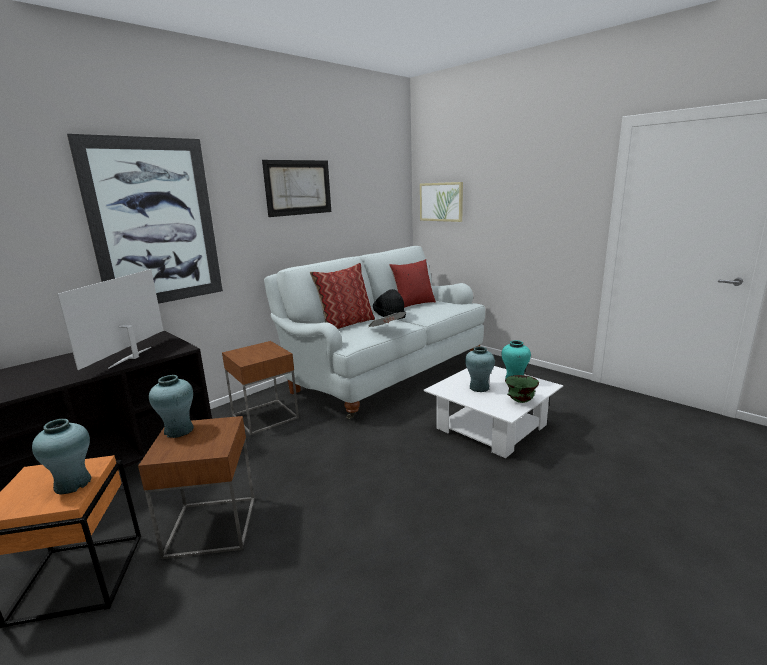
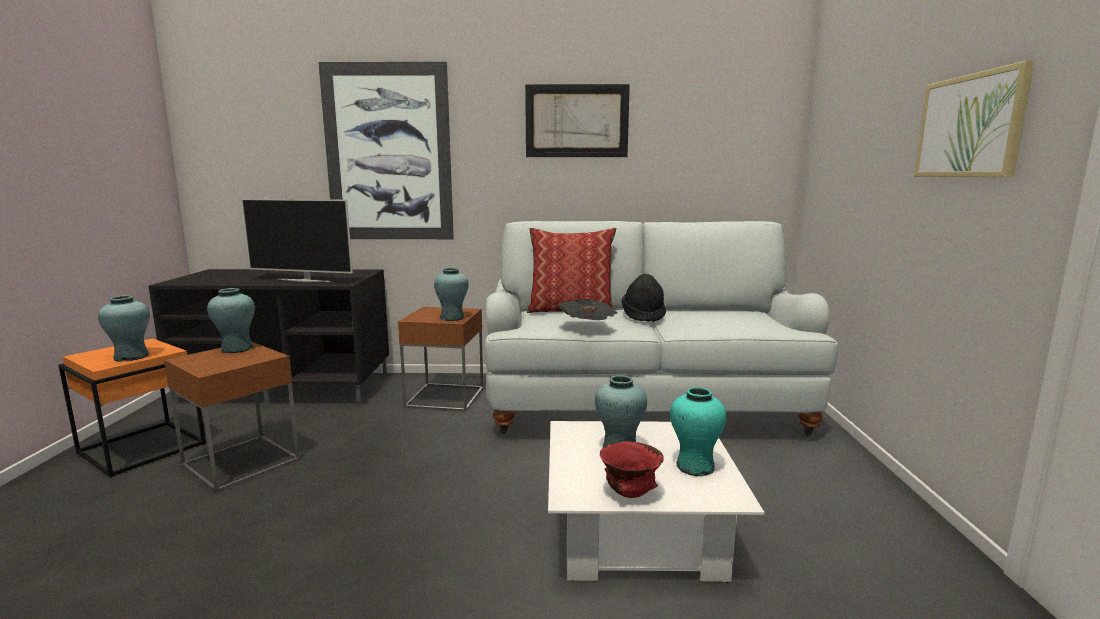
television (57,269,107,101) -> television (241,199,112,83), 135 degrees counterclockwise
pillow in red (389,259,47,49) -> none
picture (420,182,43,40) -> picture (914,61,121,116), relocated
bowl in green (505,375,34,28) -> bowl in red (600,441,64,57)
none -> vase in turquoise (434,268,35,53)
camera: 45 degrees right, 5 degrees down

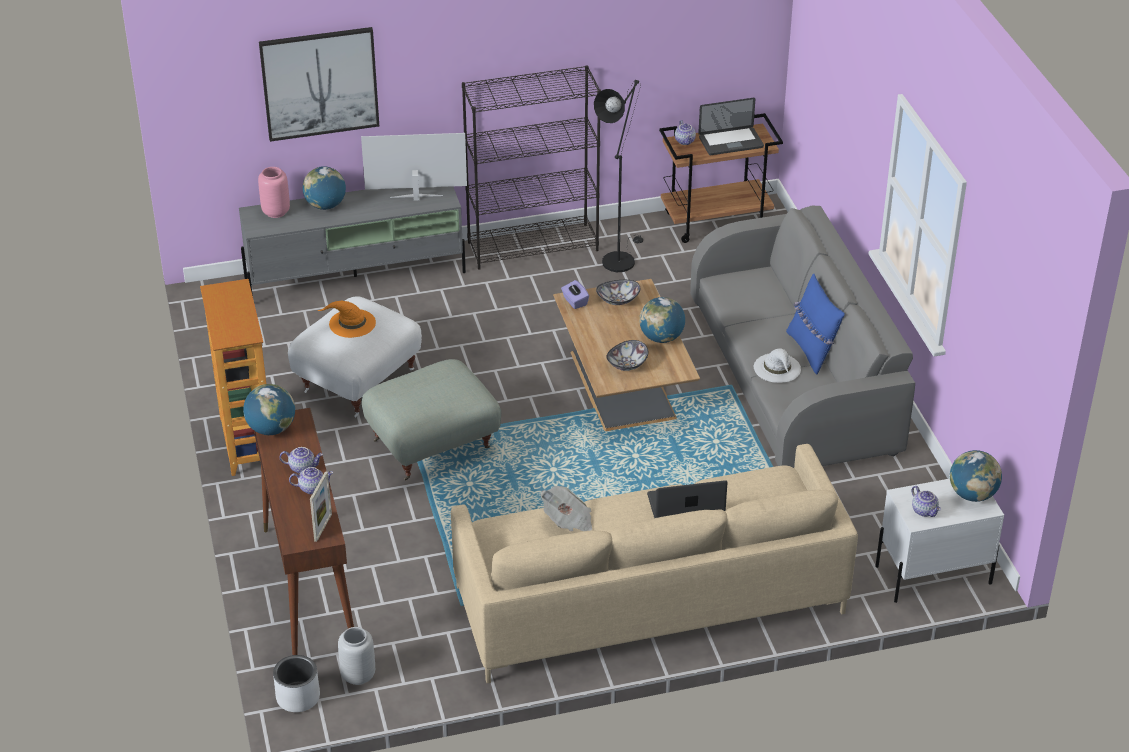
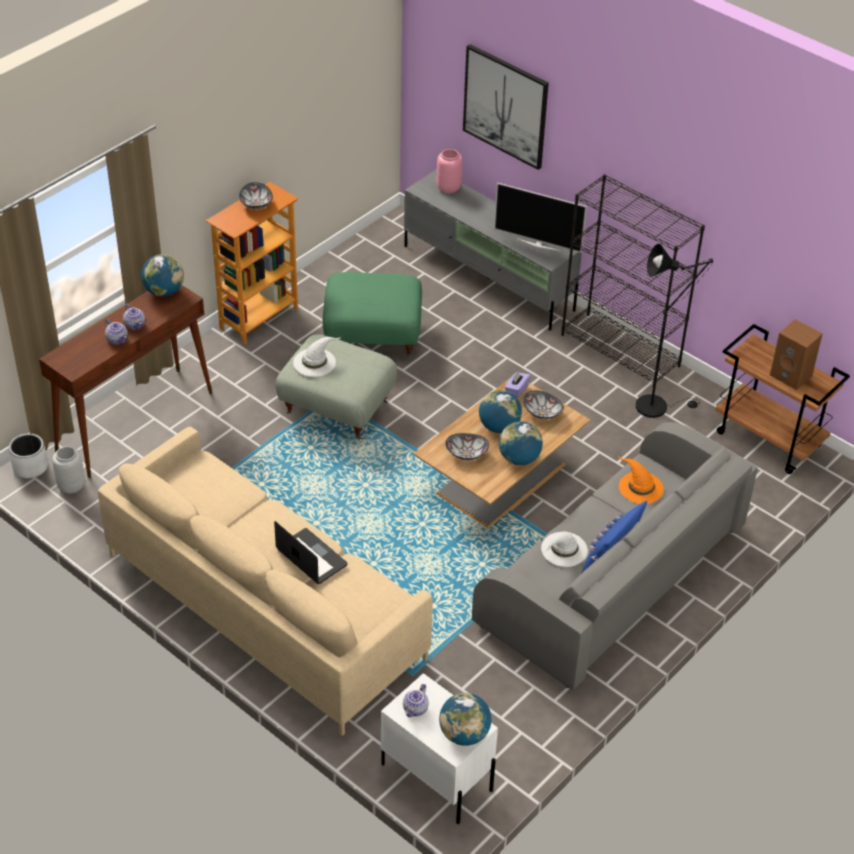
ottoman in white (288,296,134,121) -> ottoman in green (322,272,100,86)
globe (302,166,44,44) -> globe (479,390,43,43), relocated
picture frame (310,471,22,71) -> none
hat in orange (317,301,59,37) -> hat in orange (619,457,45,47), relocated
television (361,133,106,68) -> television (494,183,93,70), 150 degrees clockwise
newspaper (541,486,51,46) -> none
teapot (675,120,21,25) -> none
laptop (698,98,66,57) -> speaker in brown (770,319,53,71)
none -> bowl (239,182,34,28)
none -> hat in white (293,337,48,40)
camera: 55 degrees right, 5 degrees up

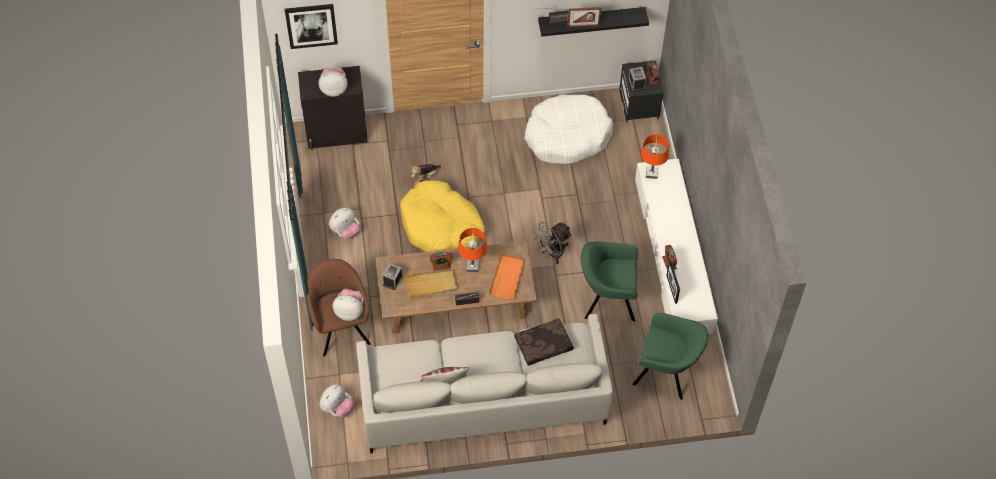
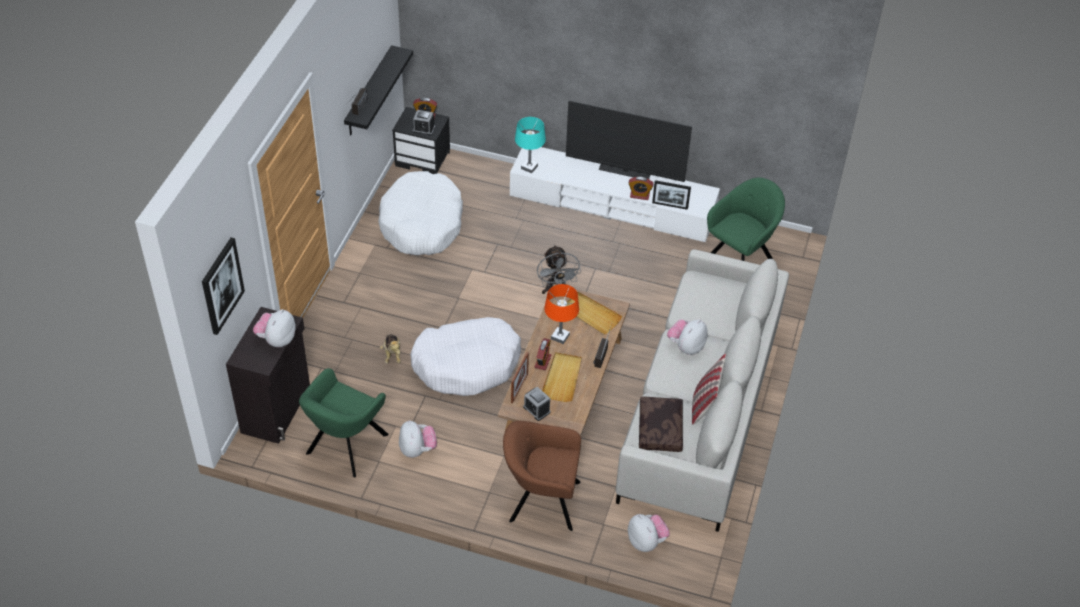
plush toy (333,289,30,32) -> plush toy (667,319,41,36), relocated
dog bed in yellow (400,181,85,71) -> dog bed in white (410,317,111,79)
tray in orange (489,254,35,46) -> tray in beige (566,292,57,43)
pillow in brown (514,318,60,48) -> pillow in brown (639,397,44,55), relocated
picture frame (567,7,35,20) -> picture frame (511,352,18,51), relocated
armchair in green (581,242,57,79) -> armchair in green (299,368,90,109), relocated
table lamp in orange (641,134,28,45) -> table lamp in turquoise (515,117,31,56)
none -> television (566,101,126,81)
camera: 65 degrees left, 10 degrees down

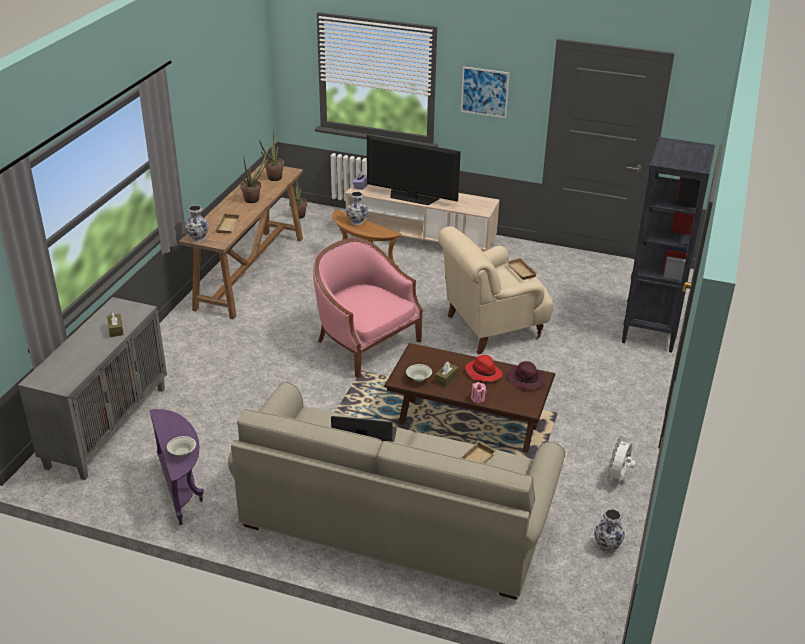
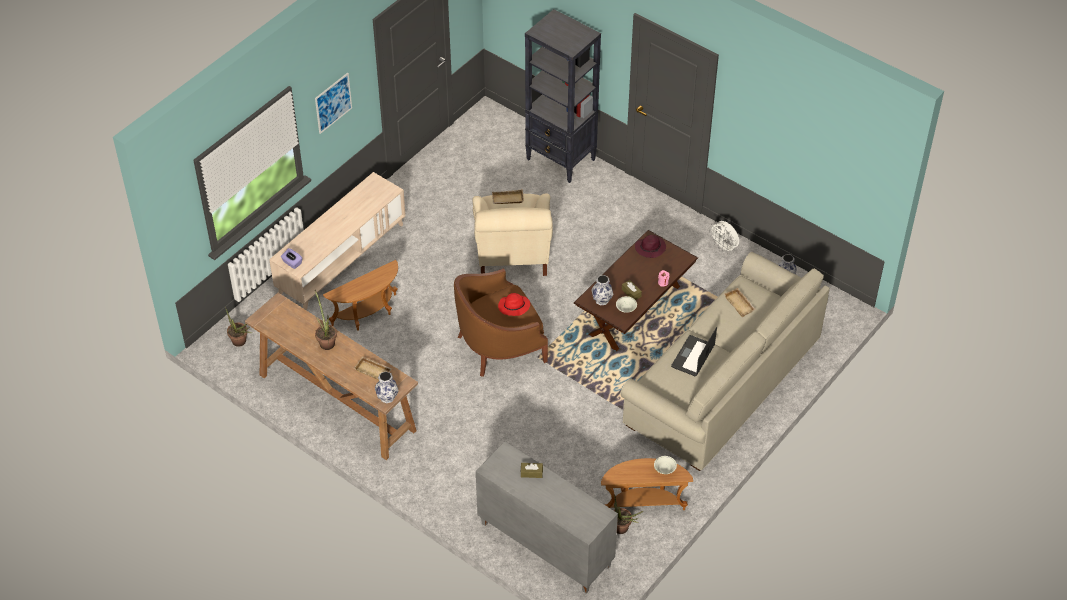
side table in purple (149,409,55,116) -> side table in brown (601,458,92,52)
potted plant (259,131,25,50) -> potted plant (614,496,29,38), relocated
armchair in pink (313,238,109,140) -> armchair in brown (454,268,94,109)
vase (346,192,22,33) -> vase (592,275,21,31), relocated
television (367,135,94,70) -> none
hat in red (465,355,37,27) -> hat in red (498,293,32,23), relocated
camera: 70 degrees left, 15 degrees up

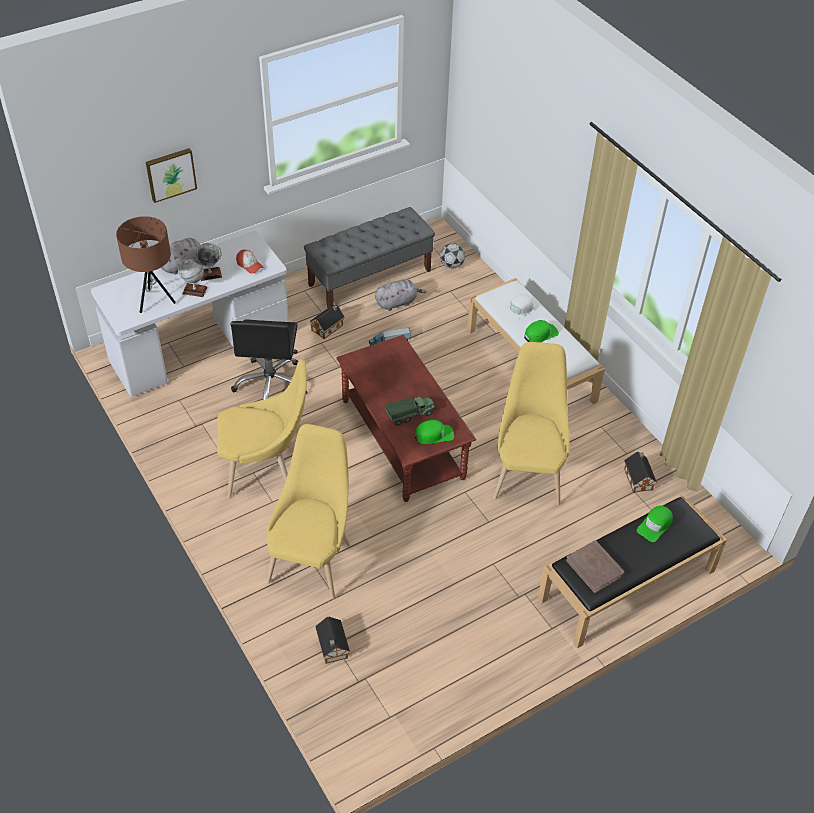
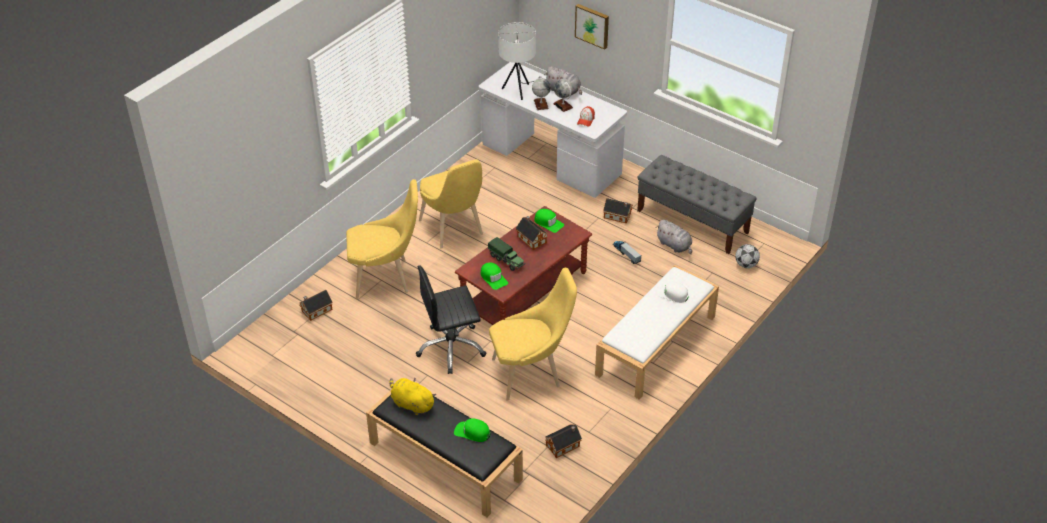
table lamp in brown (116,216,60,97) -> table lamp in white (498,22,38,78)
office chair in black (231,319,76,81) -> office chair in black (416,265,70,109), relocated
cap in green (524,320,35,22) -> cap in green (534,209,30,24), relocated
book in brown (566,540,59,53) -> plush toy in yellow (390,377,46,38)
none -> toy house (516,216,32,34)
camera: 70 degrees right, 5 degrees down

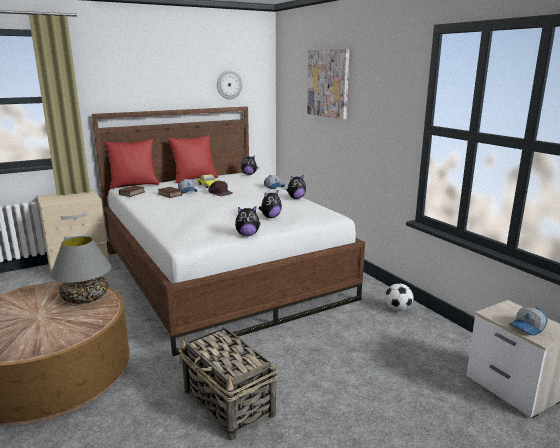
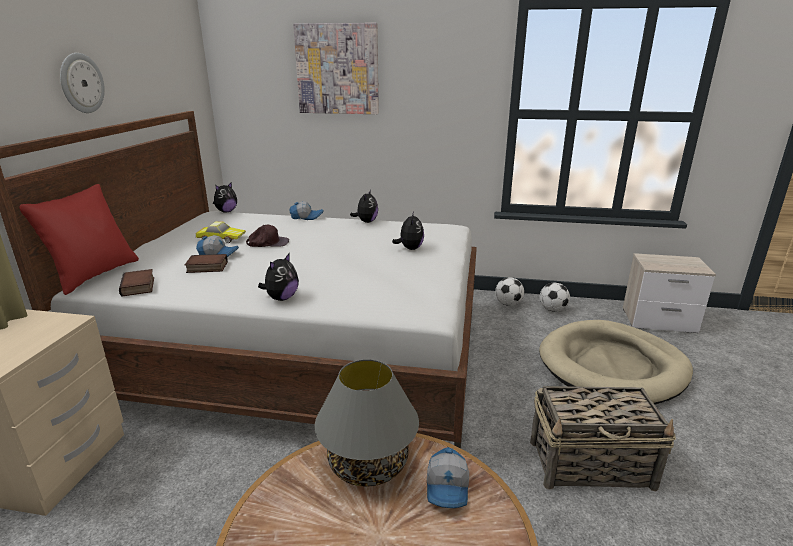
pillow in red (168,135,50,48) -> none
wall clock (217,70,26,29) -> wall clock (60,53,45,60), relocated
plush toy (235,206,26,30) -> plush toy (258,253,41,48), relocated
cap (509,307,39,29) -> cap (427,447,42,61), relocated
none -> dog bed in beige (539,320,154,85)
none -> football (540,283,30,29)
camera: 50 degrees left, 5 degrees up

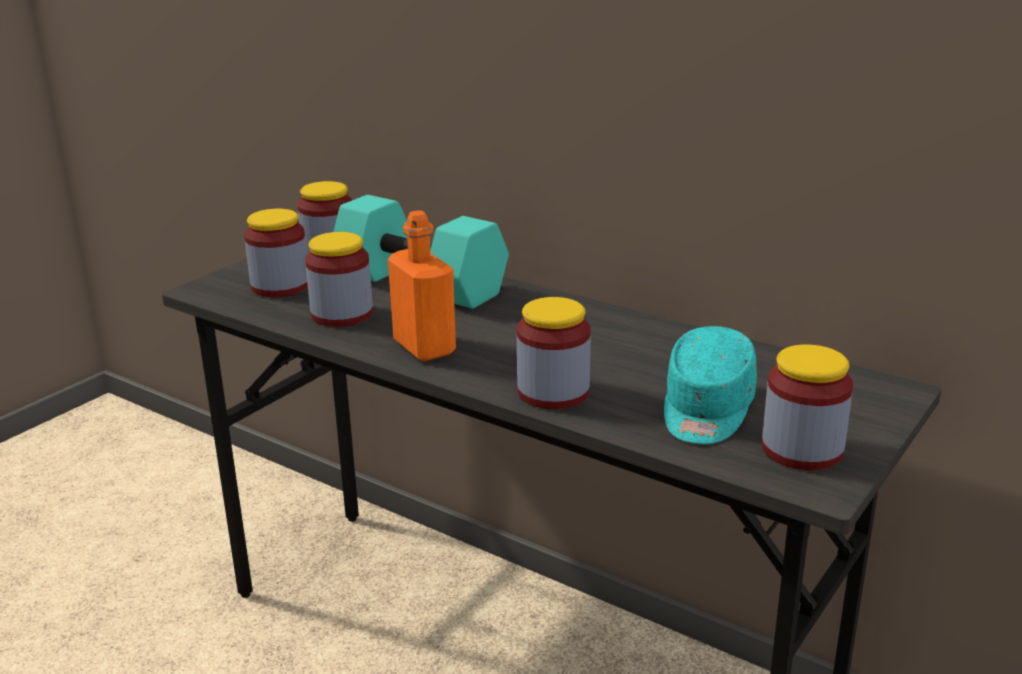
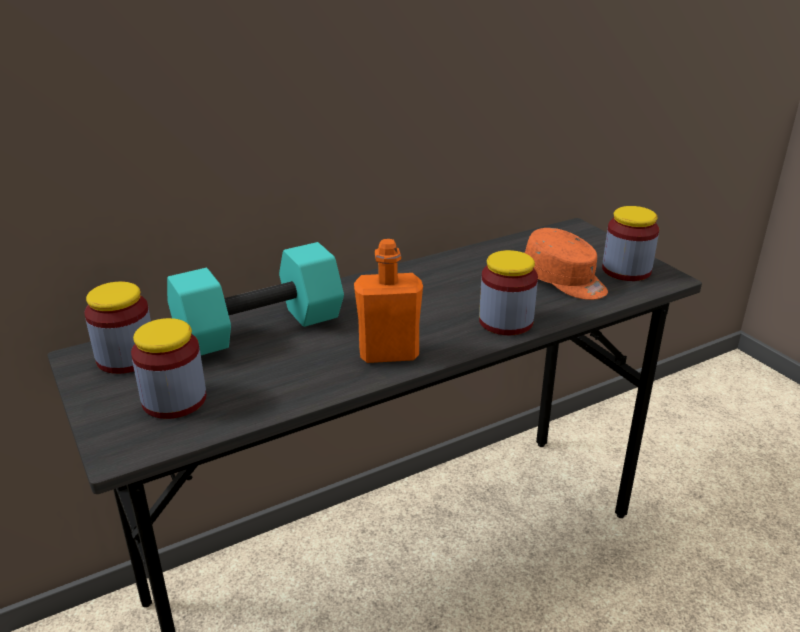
jar (305,232,68,95) -> none
cap in turquoise (664,326,93,118) -> cap in orange (525,228,83,72)
camera: 65 degrees left, 5 degrees up

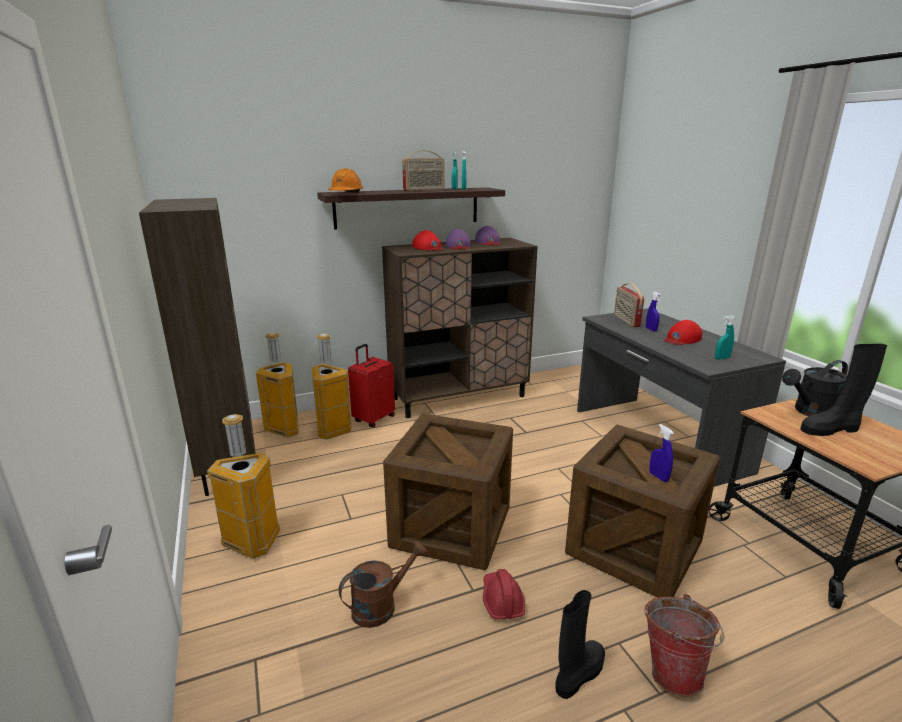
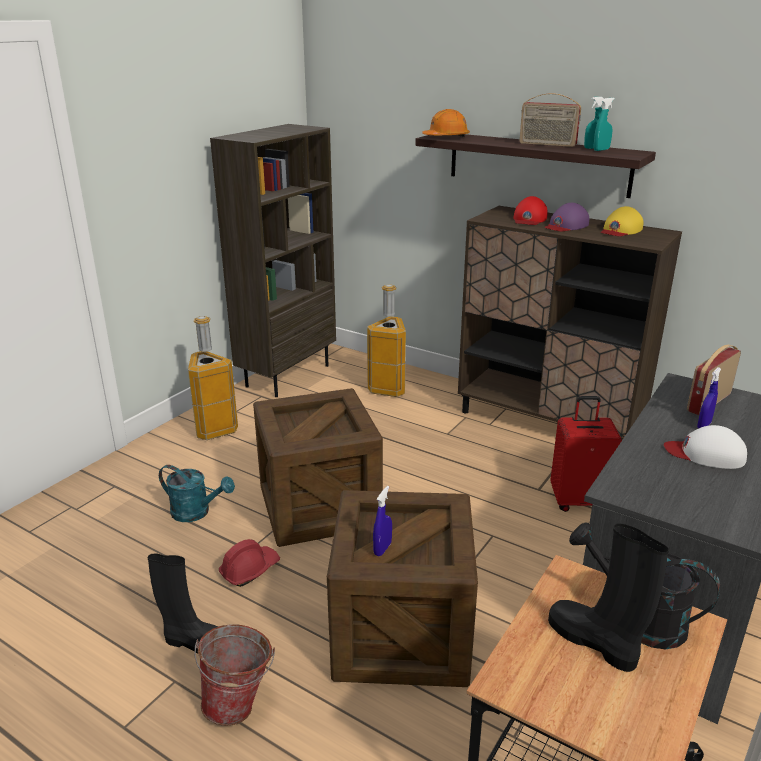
trash can (256,332,43,105) -> none
watering can in brown (338,541,90,87) -> watering can in turquoise (159,465,76,57)
suitcase in red (348,344,47,84) -> suitcase in red (550,396,72,116), relocated
cap in purple (475,226,25,19) -> cap in yellow (601,206,43,30)
cap in red (664,320,38,25) -> cap in white (664,425,83,44)
spray bottle in turquoise (715,316,21,44) -> none
camera: 55 degrees right, 5 degrees up

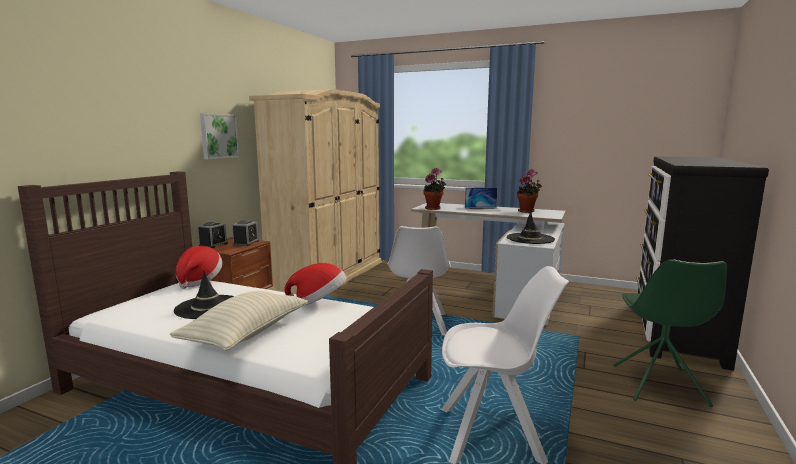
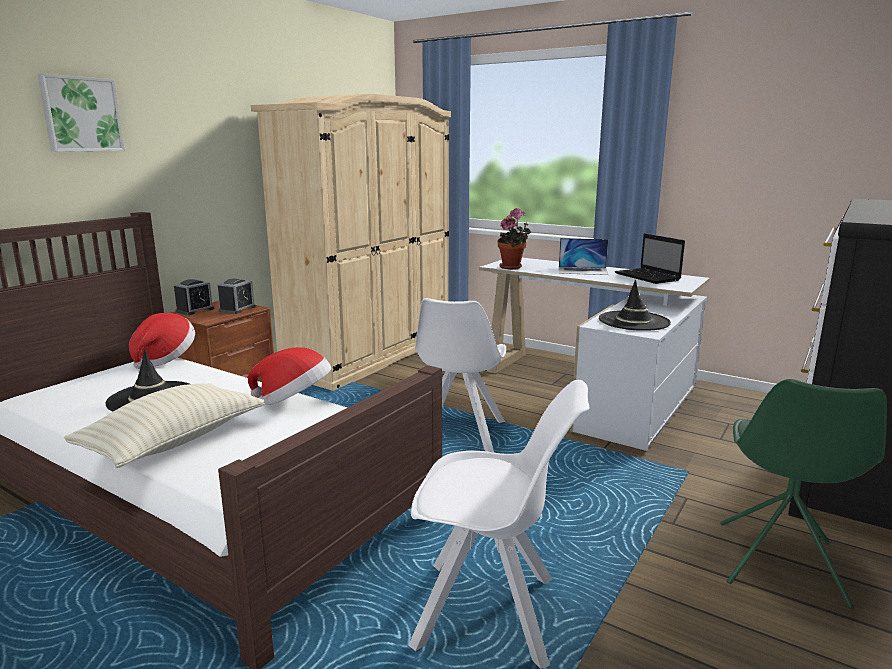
picture (200,113,39,46) -> picture (37,74,88,78), relocated
potted plant (517,169,25,44) -> laptop (615,233,70,51)
camera: 10 degrees right, 5 degrees up

